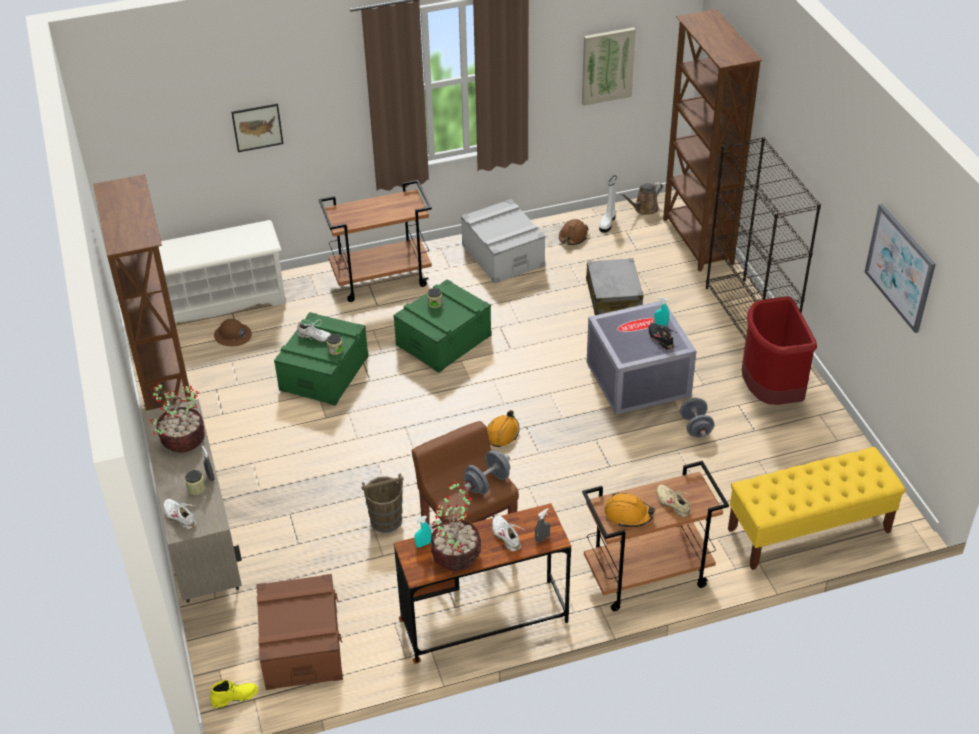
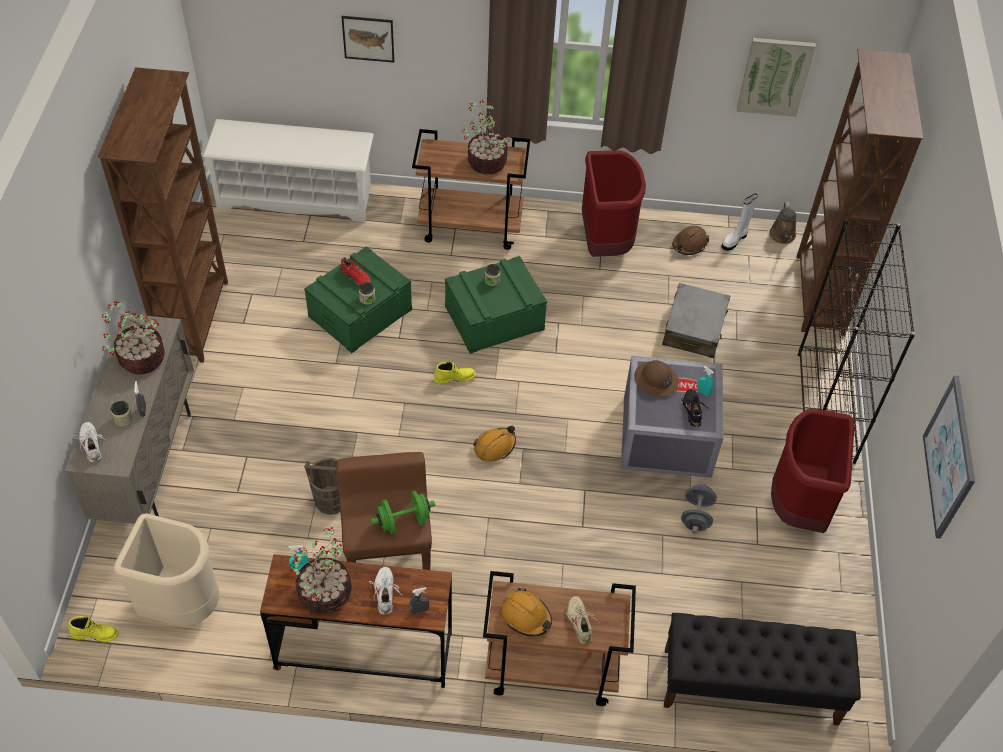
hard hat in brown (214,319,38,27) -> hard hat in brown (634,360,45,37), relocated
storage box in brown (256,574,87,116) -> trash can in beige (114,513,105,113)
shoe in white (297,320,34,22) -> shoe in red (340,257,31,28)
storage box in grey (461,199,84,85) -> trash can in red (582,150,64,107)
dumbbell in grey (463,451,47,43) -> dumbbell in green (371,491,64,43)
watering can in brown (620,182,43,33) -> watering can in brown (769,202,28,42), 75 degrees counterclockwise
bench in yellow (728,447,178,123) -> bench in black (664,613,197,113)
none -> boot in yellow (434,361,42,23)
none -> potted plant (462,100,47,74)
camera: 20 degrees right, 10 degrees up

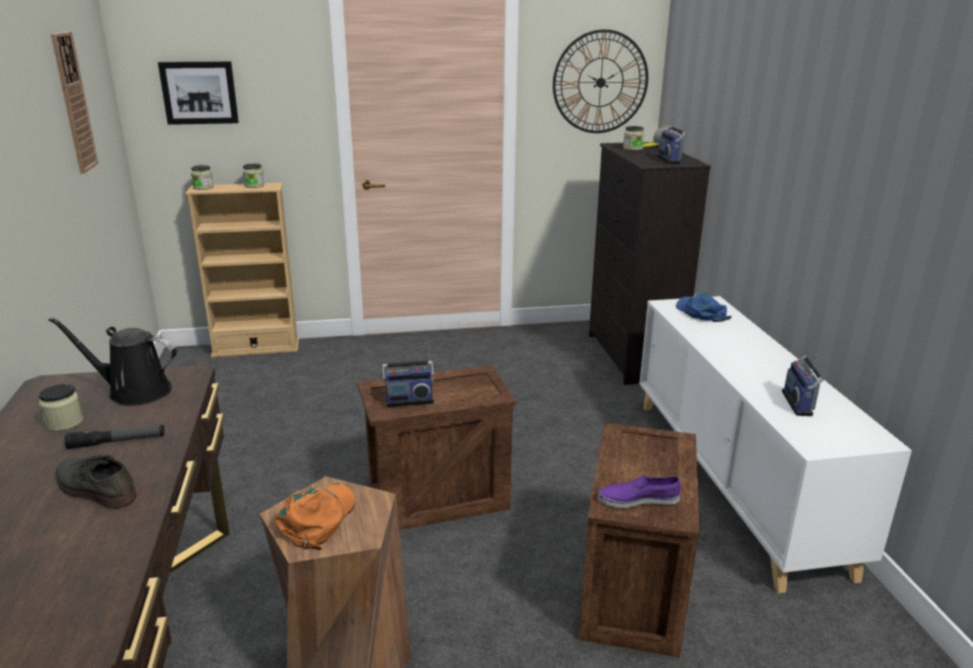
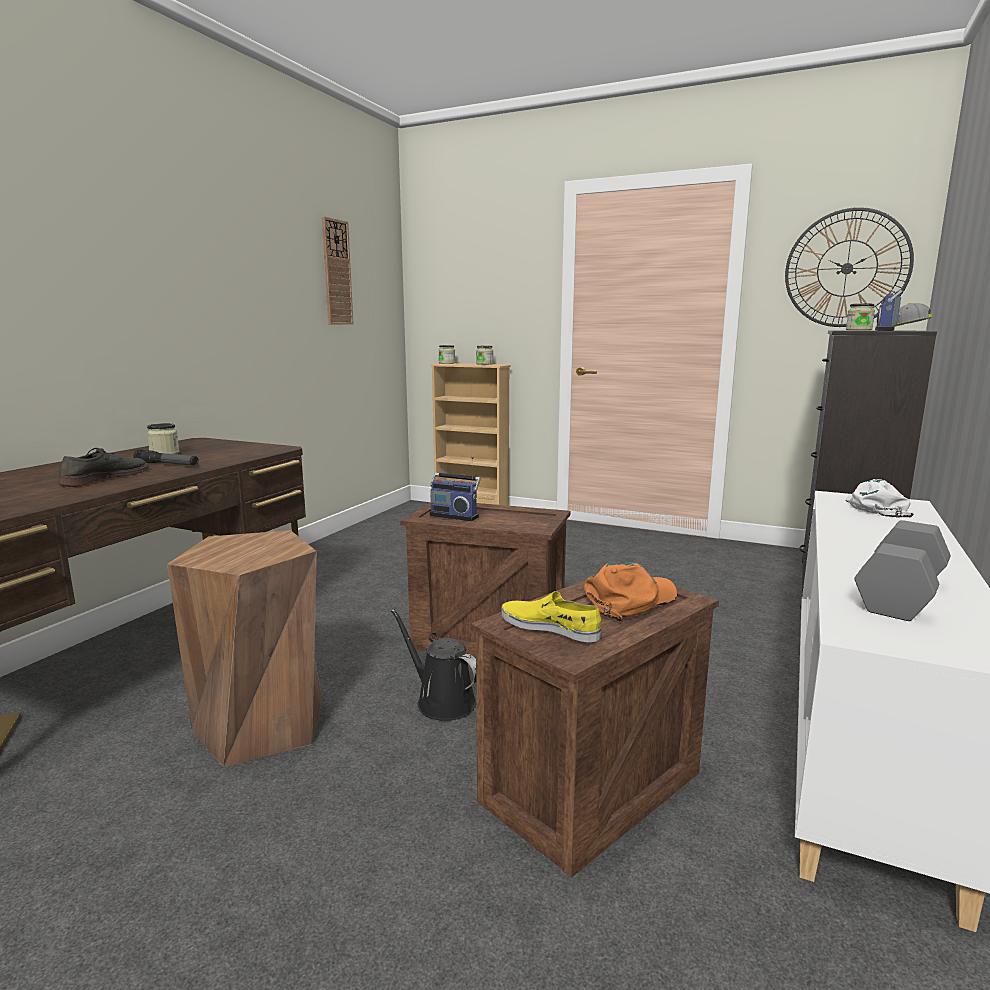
watering can in black (48,317,129,89) -> watering can in black (391,609,85,112), relocated
shoe in grey (55,454,82,55) -> shoe in grey (58,448,91,39), 45 degrees clockwise
picture (158,61,81,64) -> none
cap in orange (275,484,80,66) -> cap in orange (584,562,93,60), relocated
shoe in purple (598,474,83,34) -> shoe in yellow (501,591,100,51)
cap in blue (676,292,56,30) -> cap in white (845,479,69,38)
radio (782,355,41,61) -> dumbbell in grey (854,520,97,101)
camera: 35 degrees right, 10 degrees down

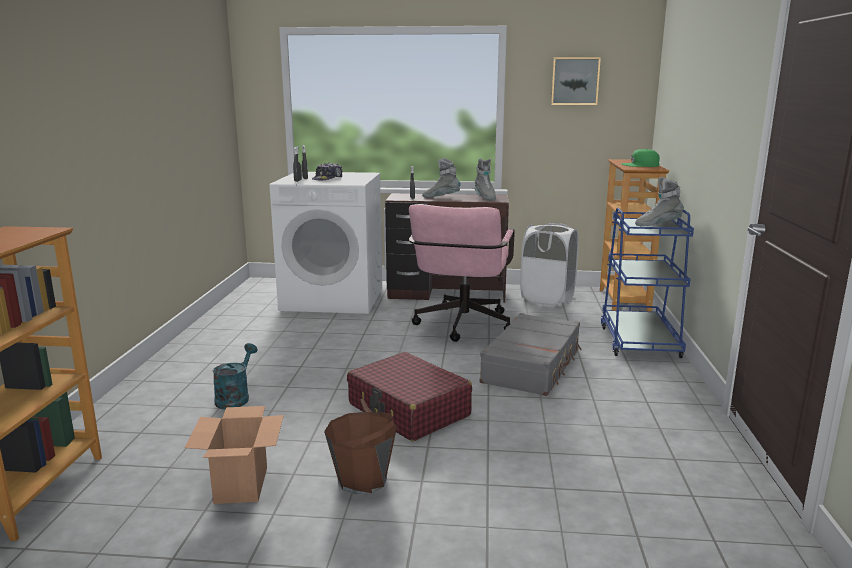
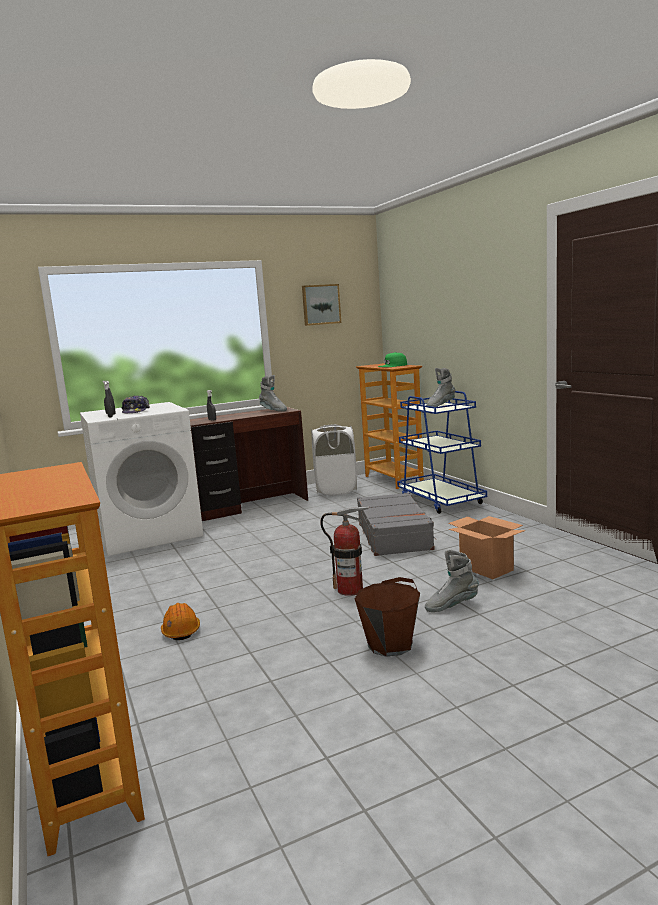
cardboard box (185,406,99,98) -> cardboard box (448,516,78,63), relocated
watering can in turquoise (213,343,45,66) -> hard hat in orange (161,603,39,37)
suitcase in red (347,352,125,89) -> fire extinguisher (320,506,50,90)
office chair in pink (409,204,106,138) -> none
boot in grey (422,158,39,40) -> boot in grey (425,549,54,63), relocated
camera: 30 degrees left, 5 degrees down

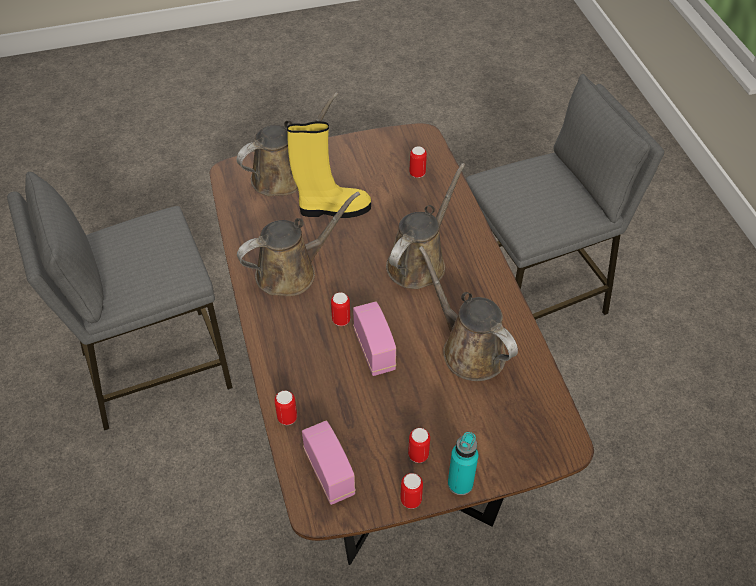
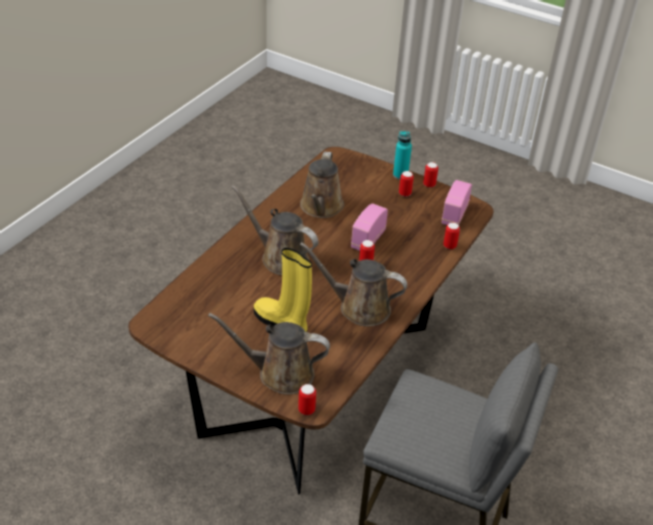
watering can in brown (386,163,80,126) -> watering can in brown (232,185,86,90), 45 degrees clockwise
can (409,146,18,32) -> can (298,384,18,31), relocated
stool in grey (466,74,198,246) -> none
camera: 135 degrees left, 10 degrees down

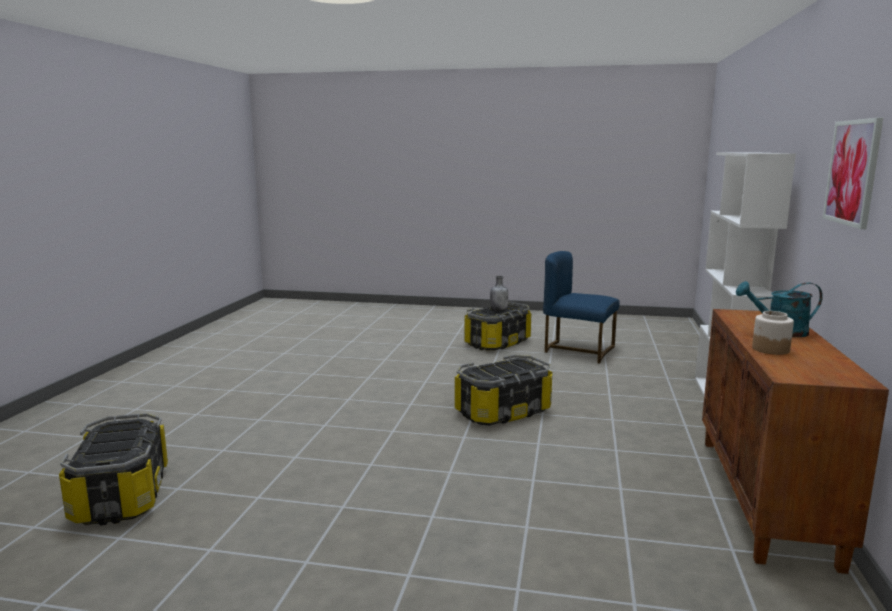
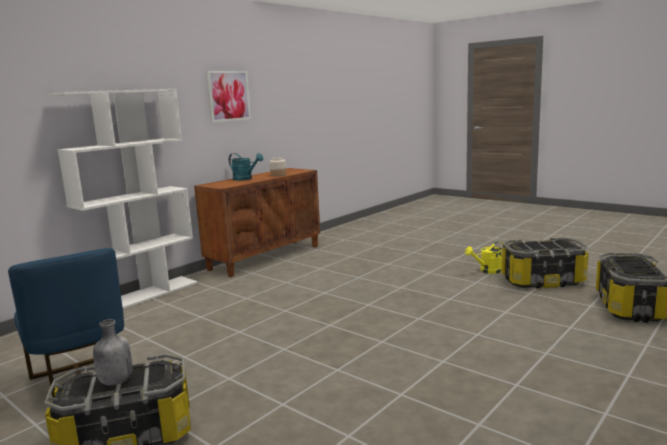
storage box (455,355,97,71) -> storage box (502,237,87,51), relocated
none -> watering can in yellow (465,242,40,32)
camera: 150 degrees left, 0 degrees up

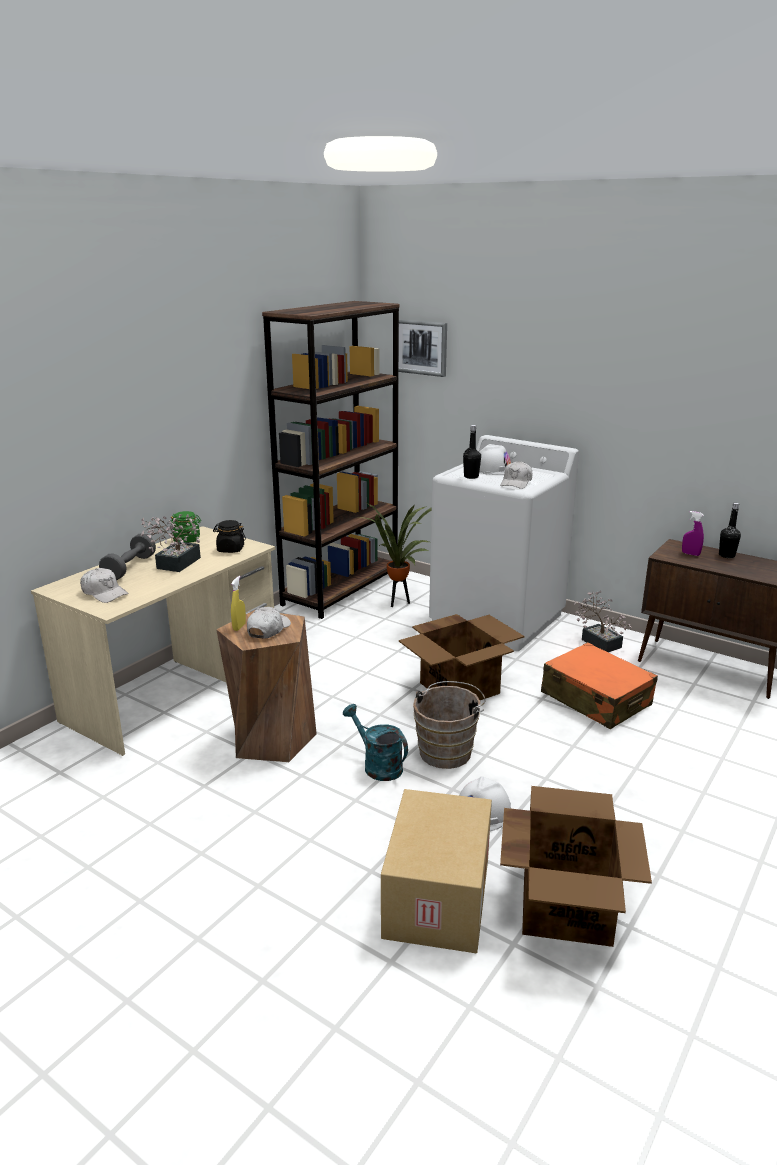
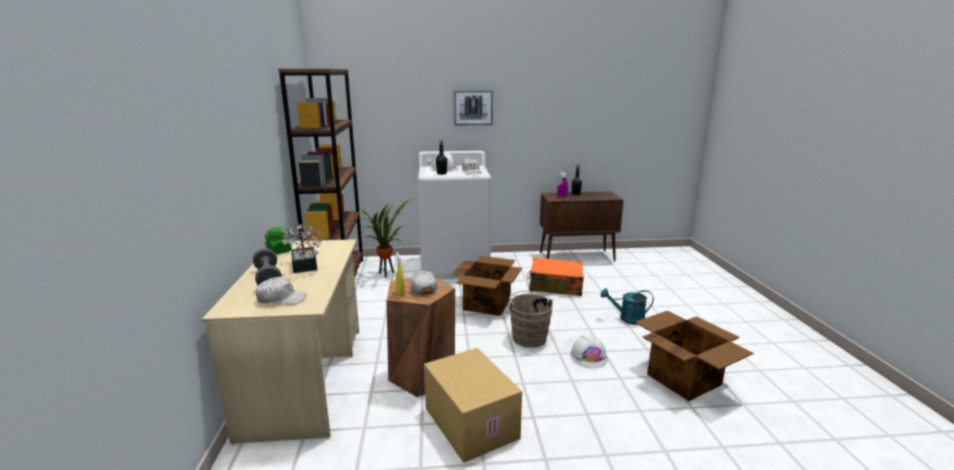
jar in black (213,520,33,33) -> none
watering can in turquoise (343,704,65,77) -> watering can in turquoise (600,288,54,37), relocated
cardboard box (381,789,111,164) -> cardboard box (424,348,98,115), relocated
picture (399,319,48,58) -> picture (453,90,40,35), relocated
potted plant (574,591,58,61) -> none
camera: 40 degrees left, 5 degrees down

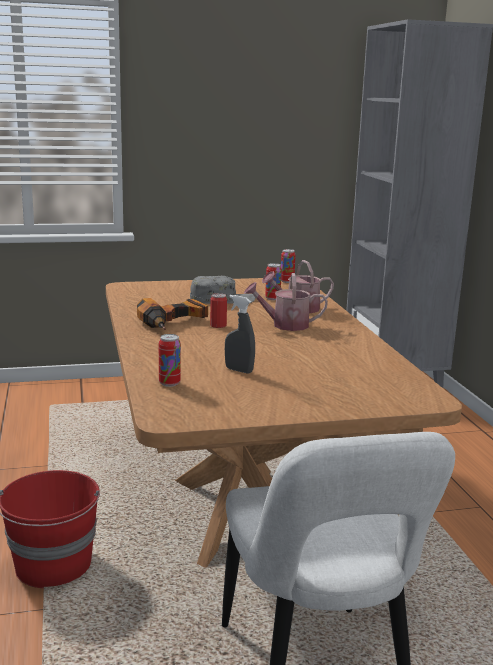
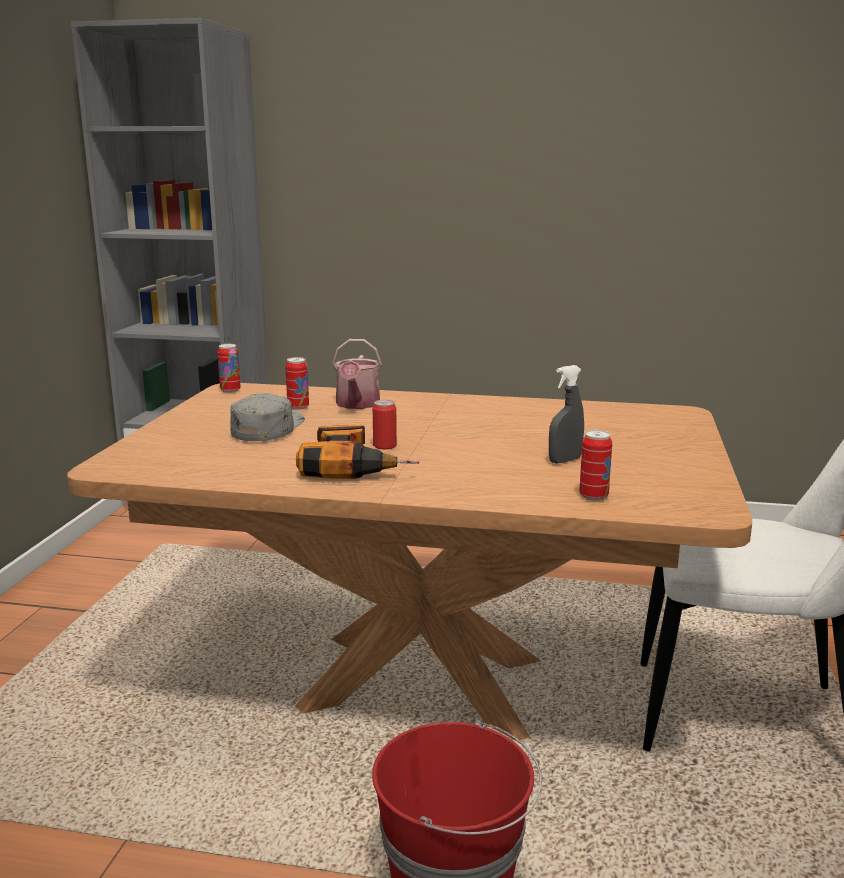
watering can (243,273,85,58) -> none
camera: 65 degrees left, 0 degrees up

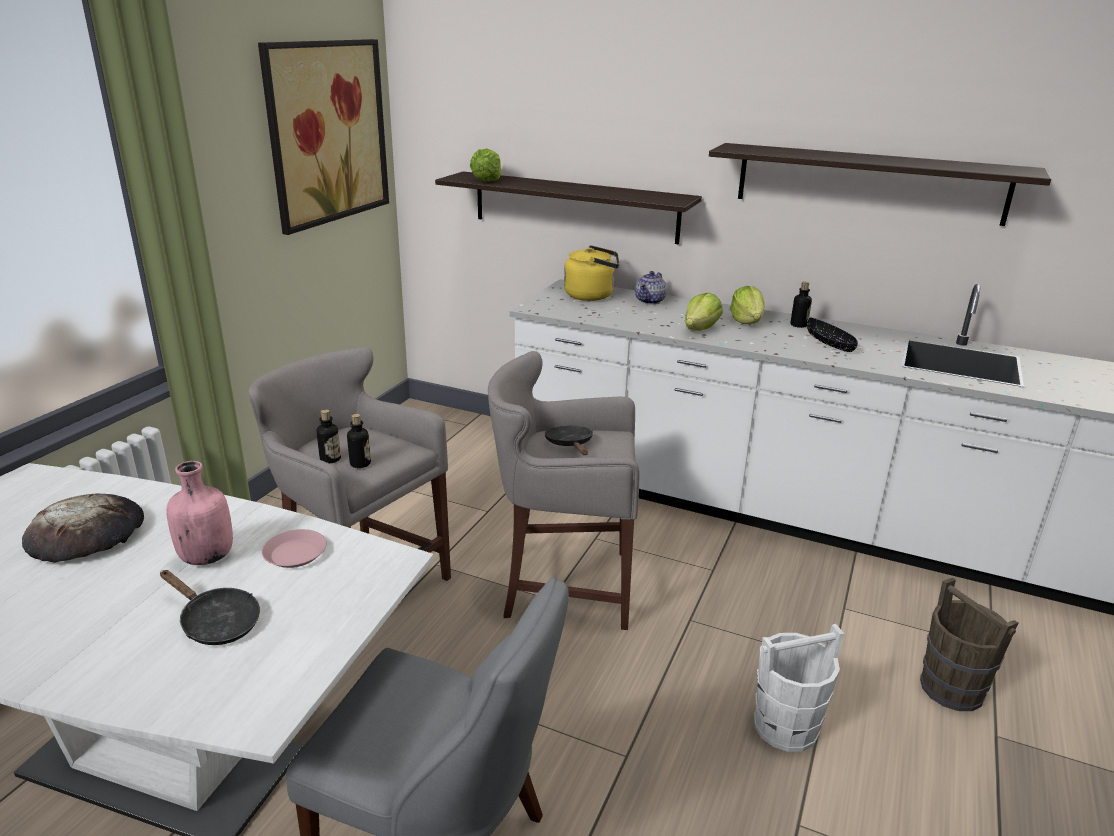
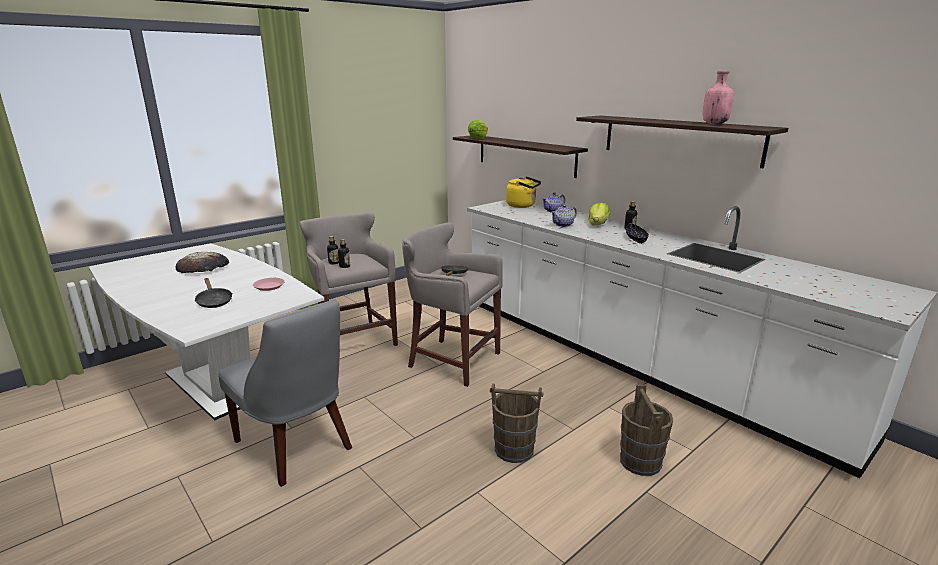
bottle in pink (166,461,67,104) -> bottle in pink (703,71,31,53), relocated
picture (258,39,131,196) -> none
lettuce (685,293,38,38) -> teapot (551,205,26,22)
bucket in white (754,624,90,128) -> bucket in brown (490,383,53,80)
camera: 25 degrees right, 5 degrees down

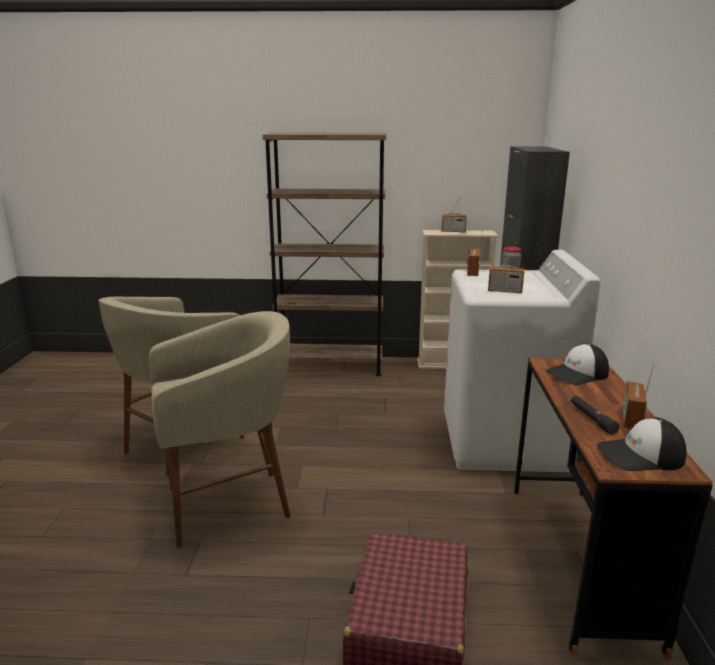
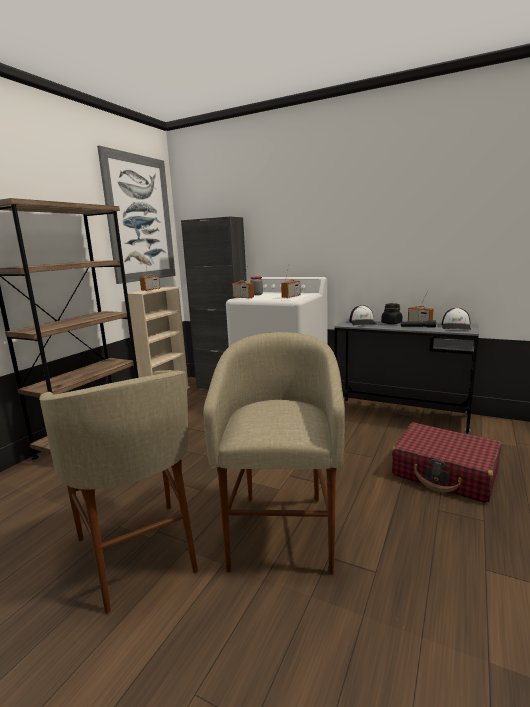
desk in brown (514,358,199,301) -> desk in grey (334,318,145,117)
none -> picture (97,146,79,138)
none -> jar in black (381,303,21,21)
camera: 65 degrees left, 5 degrees down

